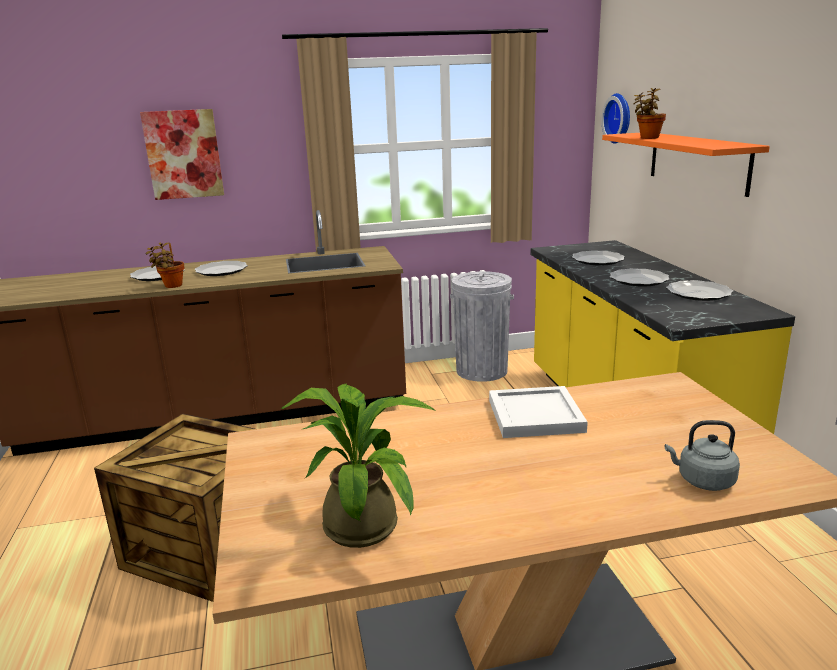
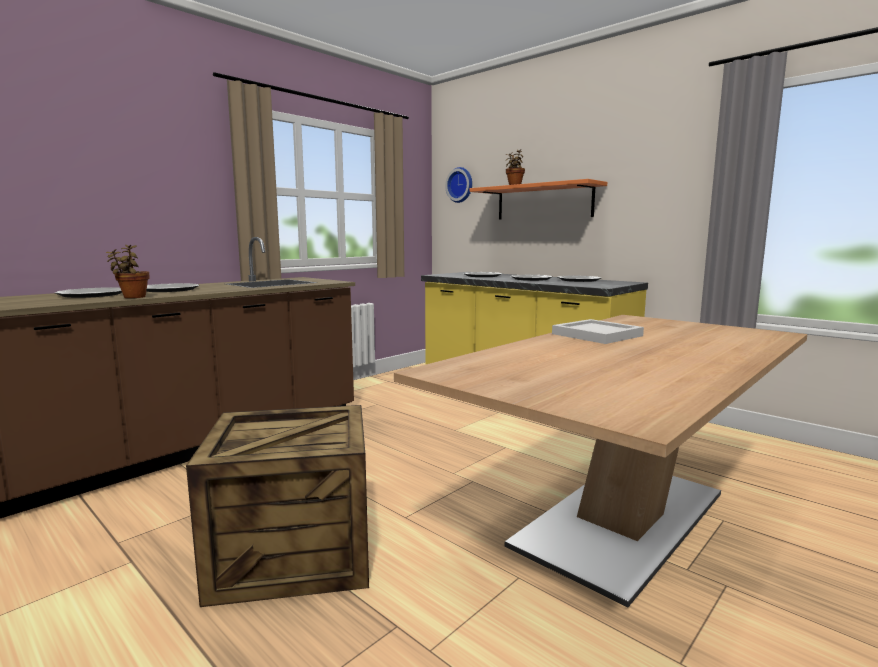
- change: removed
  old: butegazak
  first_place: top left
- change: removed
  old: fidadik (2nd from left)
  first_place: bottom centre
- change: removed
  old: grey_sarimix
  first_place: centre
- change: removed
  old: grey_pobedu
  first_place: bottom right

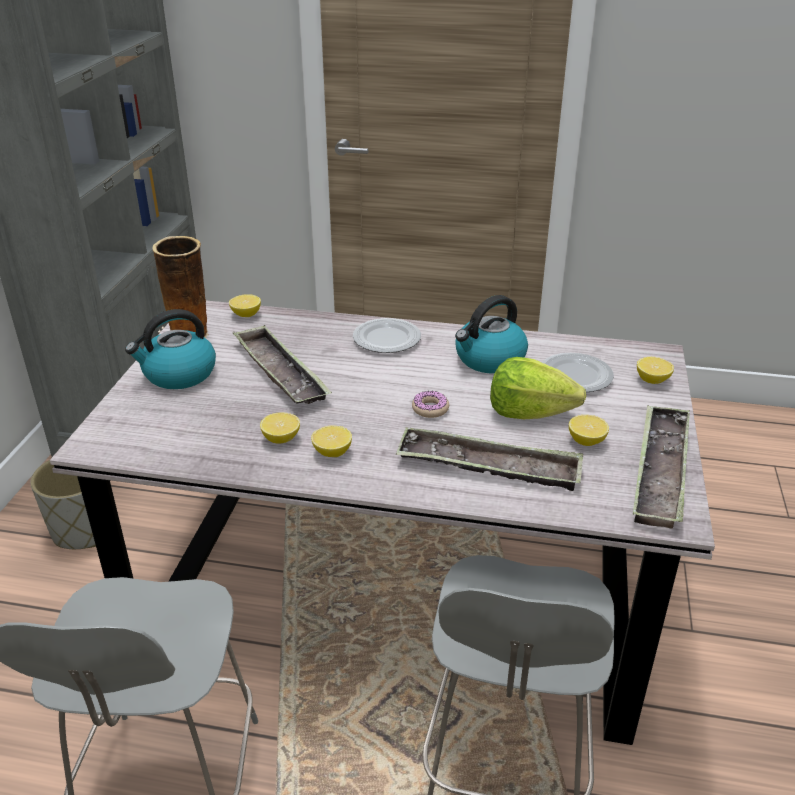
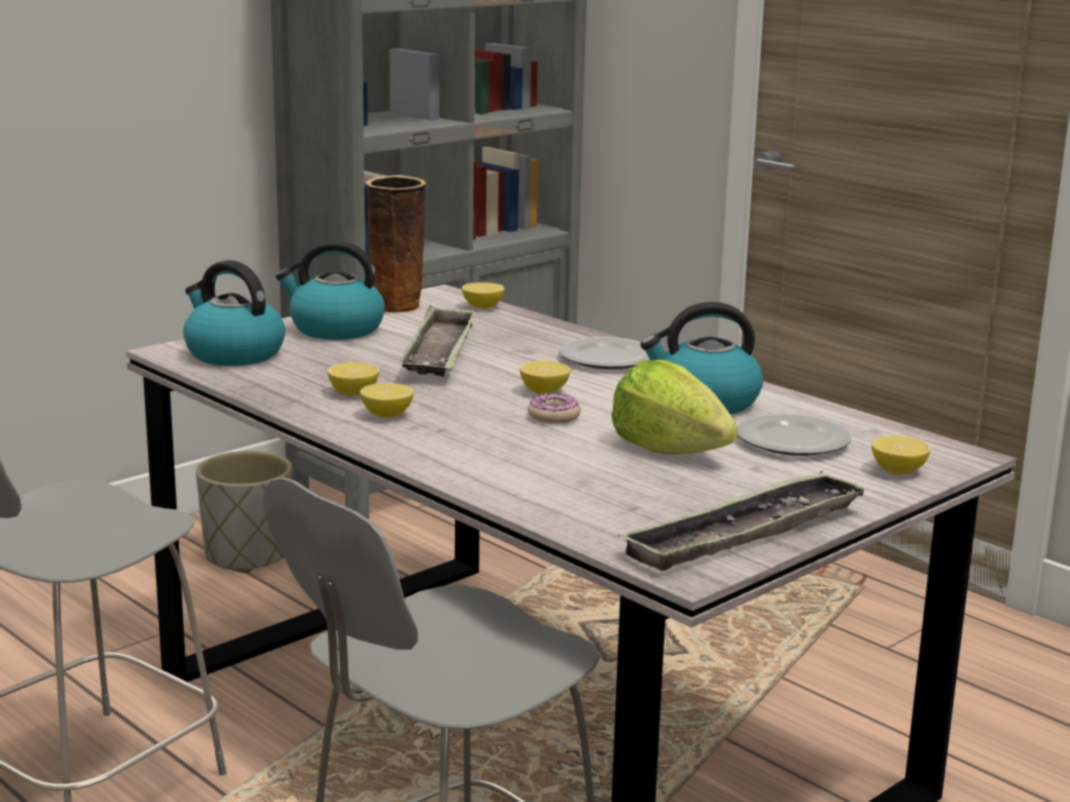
- change: removed
  old: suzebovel (2nd from left)
  first_place: centre
- change: added
  new: pobedu (1st from left)
  second_place: middle left
- change: moved
  old: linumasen (4th from left)
  first_place: middle right
  second_place: centre

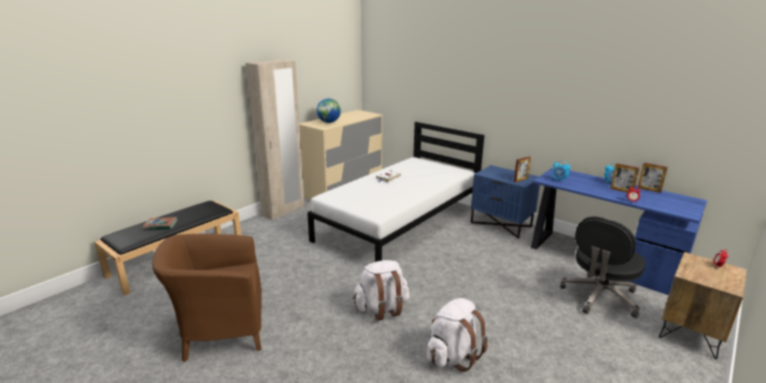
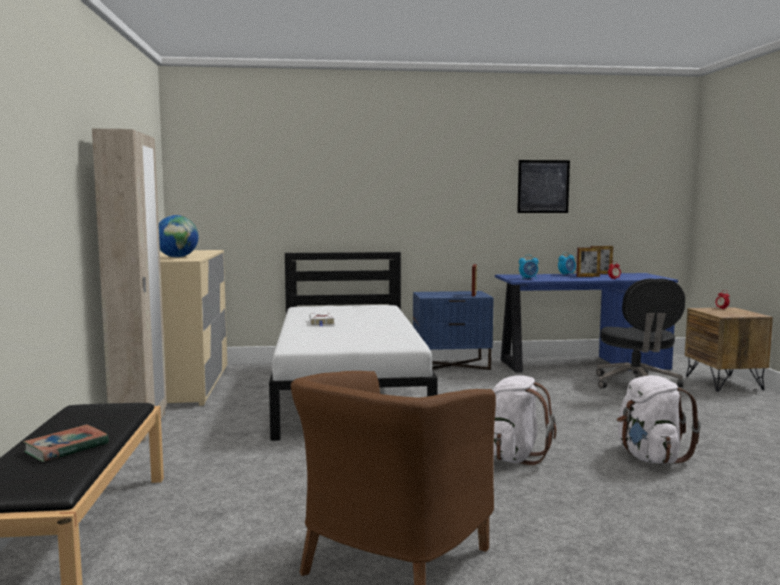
- change: added
  new: butegazak
  second_place: top right

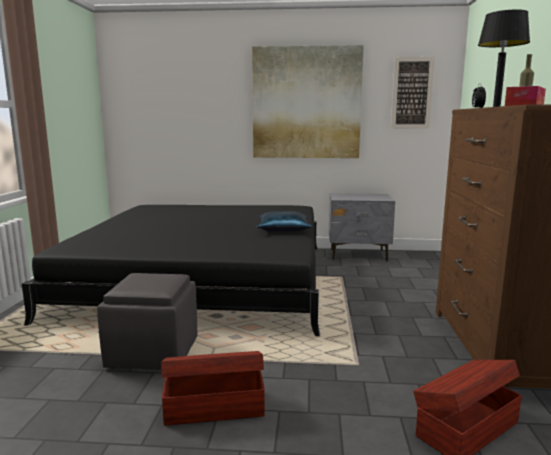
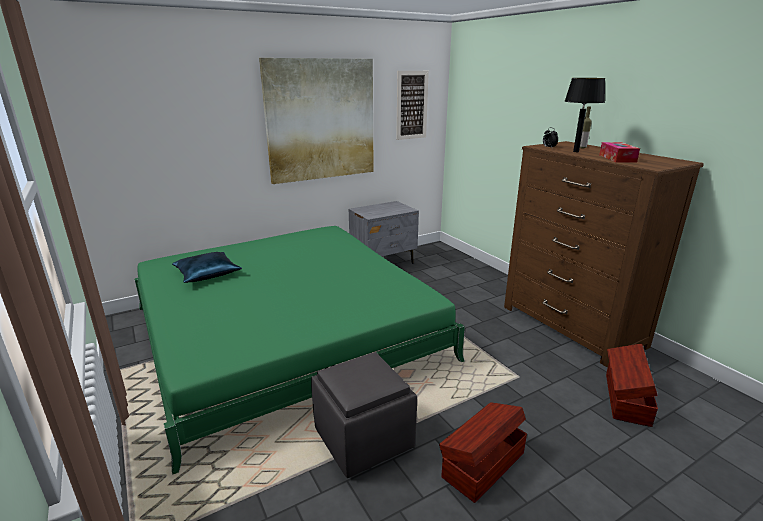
- change: moved
  old: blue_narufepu
  first_place: centre
  second_place: middle left
- change: recoloured
  old: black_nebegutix
  new: green_nebegutix
  first_place: middle left
  second_place: bottom centre

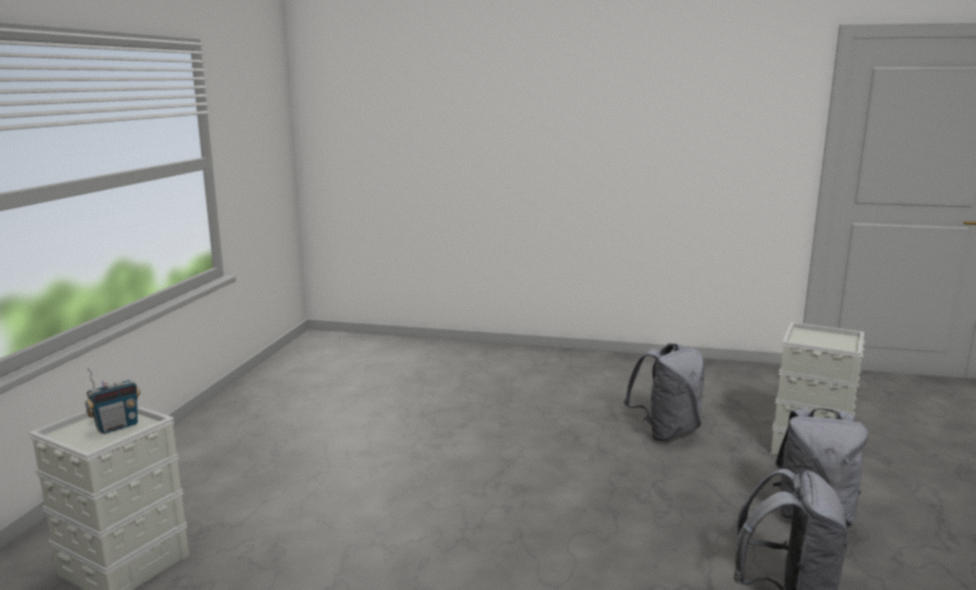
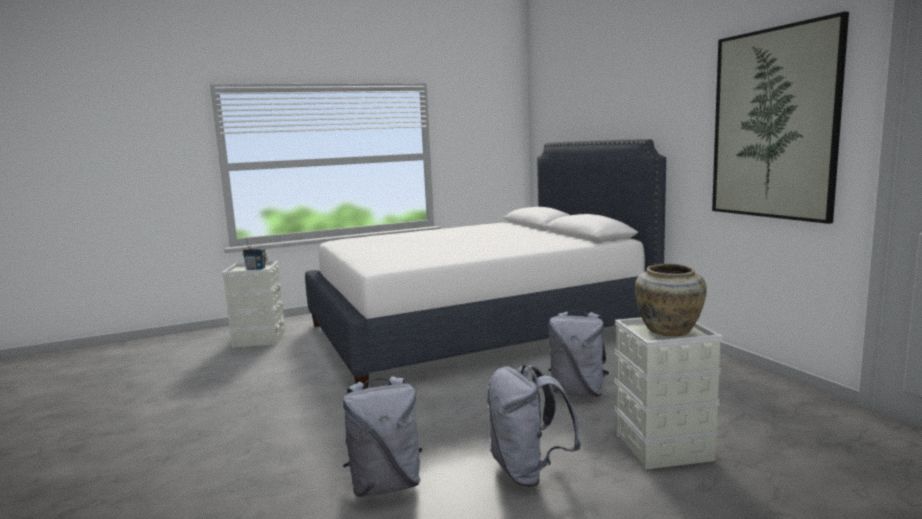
- change: added
  new: white_nebegutix
  second_place: centre
- change: added
  new: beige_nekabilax
  second_place: middle right
- change: added
  new: butegazak
  second_place: top right

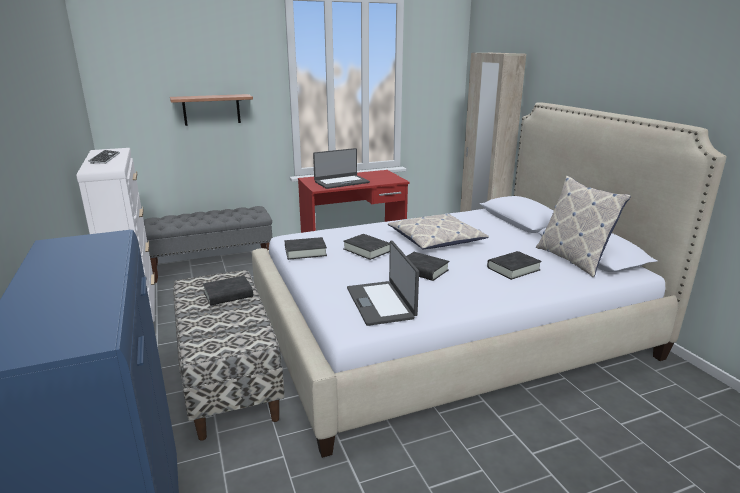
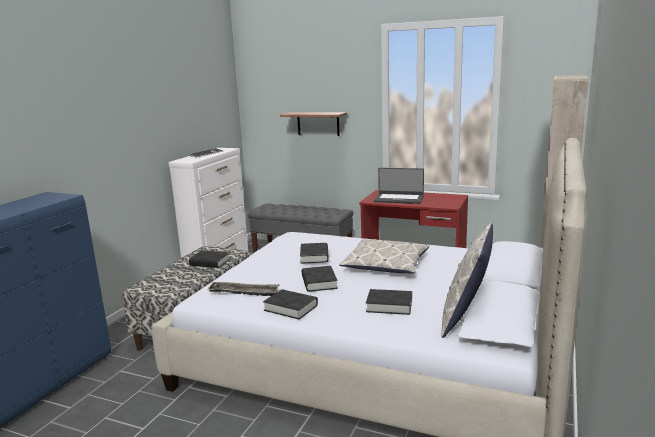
- change: moved
  old: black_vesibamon (2nd from left)
  first_place: centre
  second_place: bottom centre
- change: replaced
  old: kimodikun (2nd from left)
  new: suzebovel
  first_place: centre
  second_place: centre

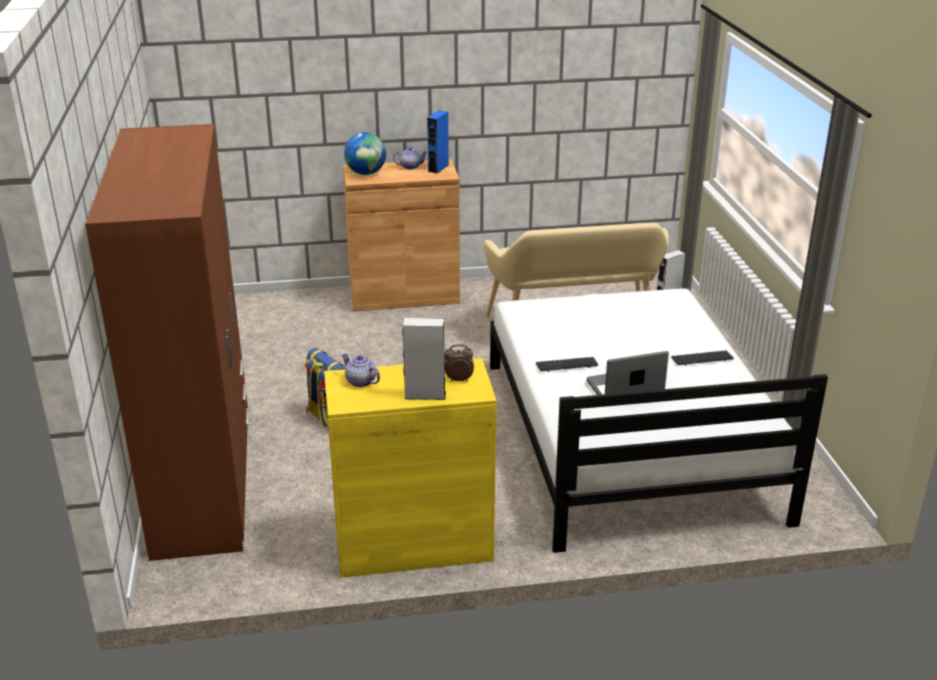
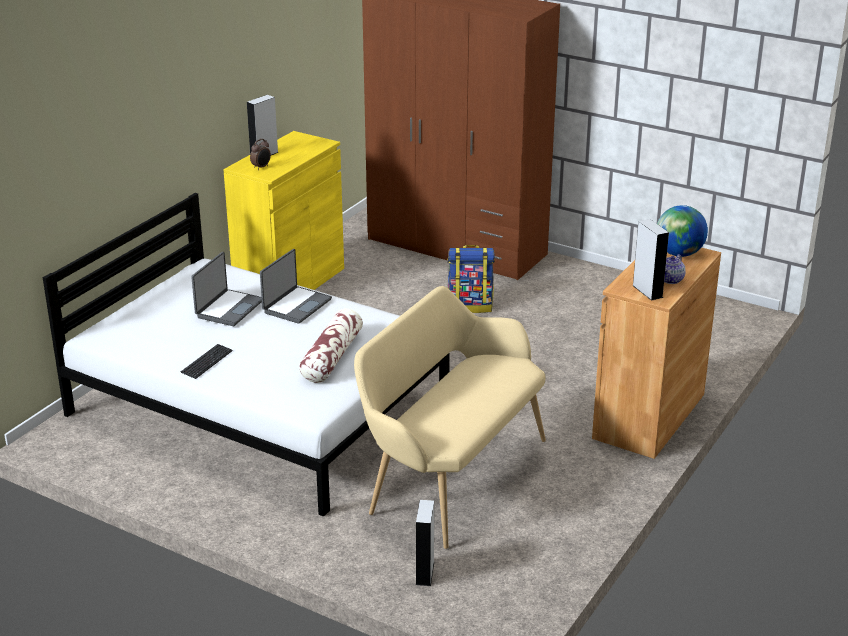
- change: removed
  old: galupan (1st from left)
  first_place: centre
- change: added
  new: narufepu
  second_place: centre
- change: replaced
  old: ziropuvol (1st from left)
  new: kimodikun (2nd from left)
  first_place: centre
  second_place: centre
- change: recoloured
  old: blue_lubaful
  new: grey_lubaful (3rd from left)
  first_place: top centre
  second_place: middle right

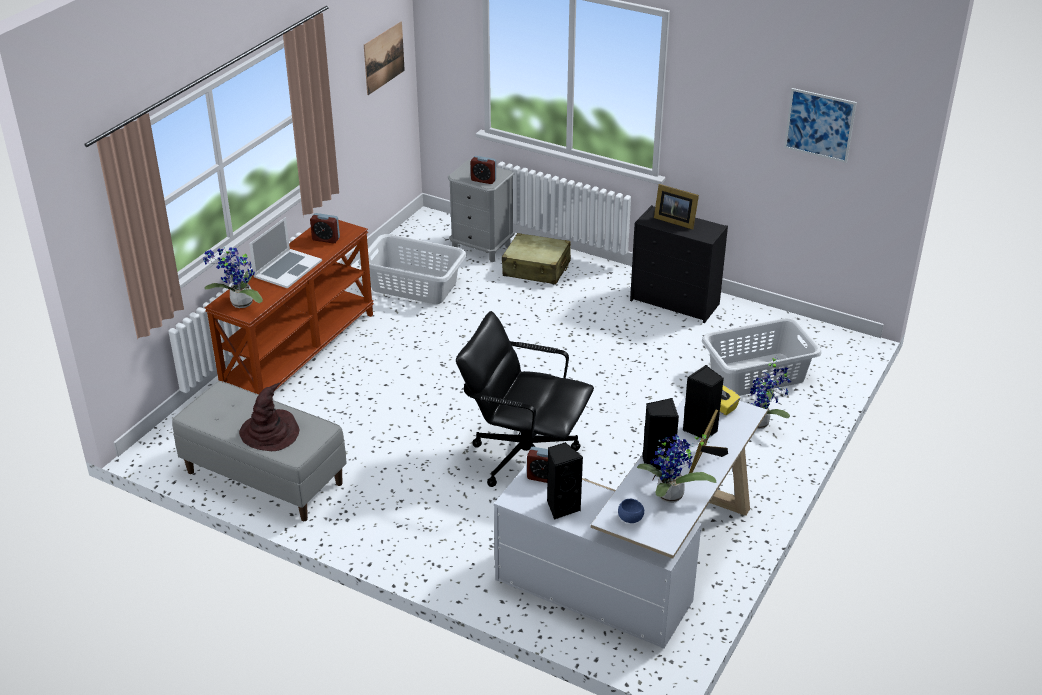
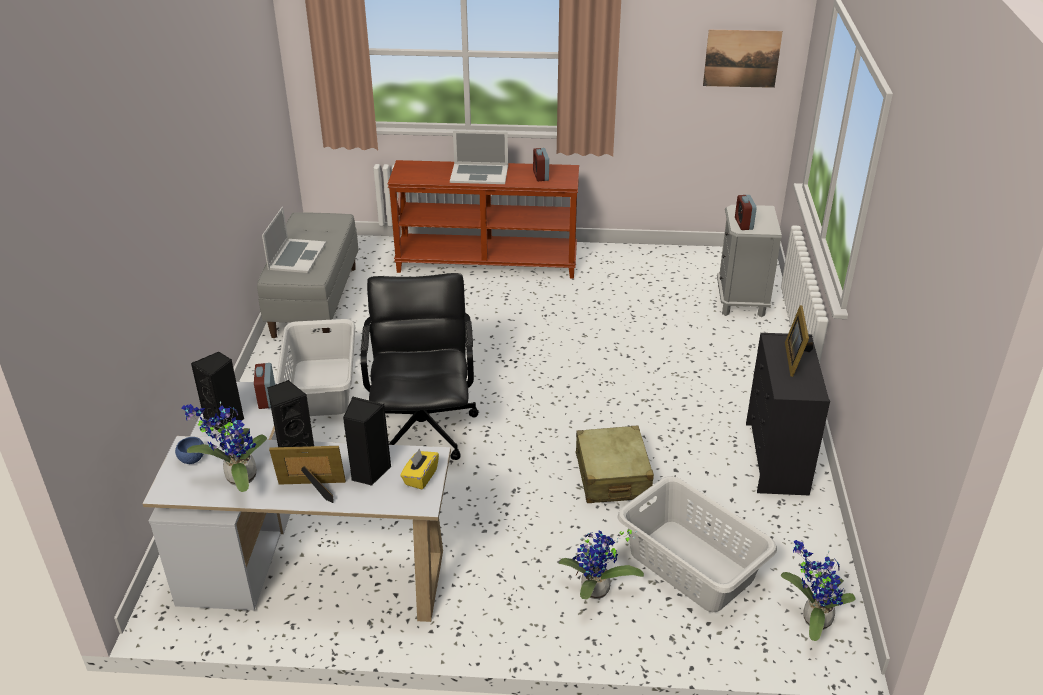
- change: removed
  old: butegazak (2nd from left)
  first_place: top right
- change: moved
  old: fidadik (1st from left in the first image)
  new: fidadik (3rd from left)
  first_place: middle left
  second_place: bottom right
- change: moved
  old: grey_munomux (1st from left)
  first_place: centre
  second_place: middle left
- change: moved
  old: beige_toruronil
  first_place: centre
  second_place: bottom centre
- change: replaced
  old: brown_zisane
  new: kimodikun (1st from left)
  first_place: middle left
  second_place: middle left

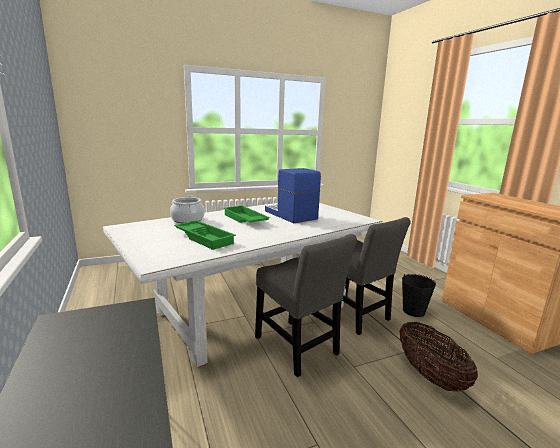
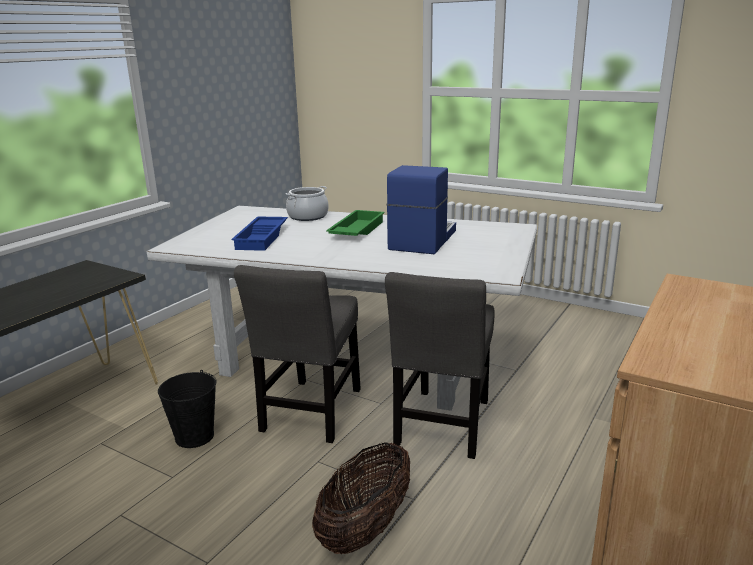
- change: moved
  old: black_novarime
  first_place: middle right
  second_place: bottom left
- change: recoloured
  old: green_suzebovel (1st from left)
  new: blue_suzebovel
  first_place: centre
  second_place: centre

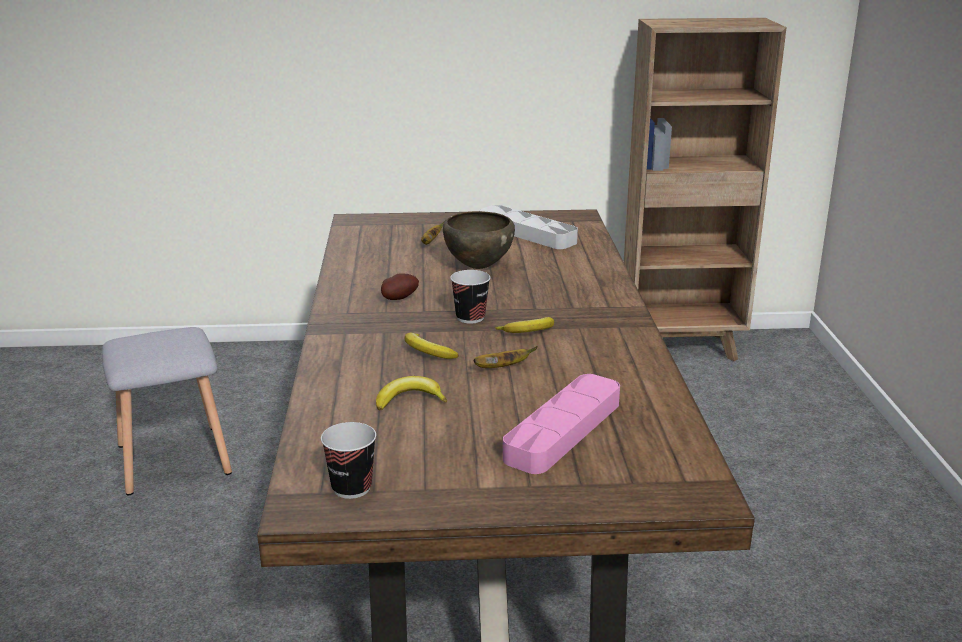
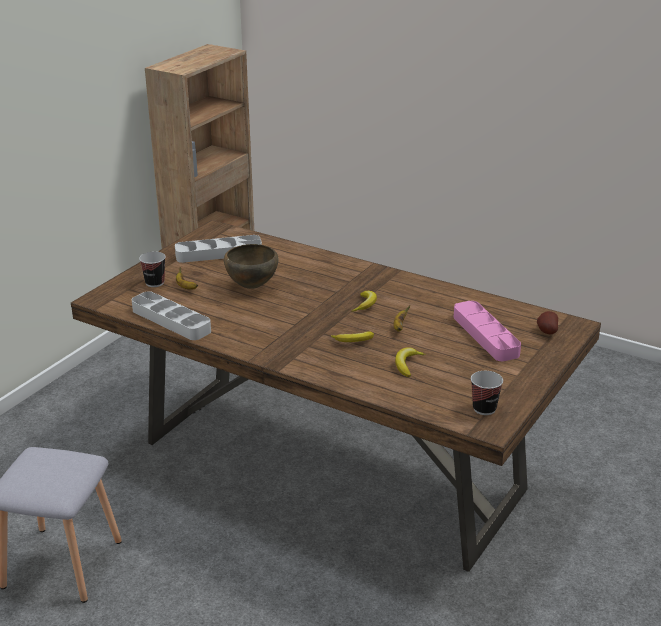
- change: added
  new: grey_suzebovel (1st from left)
  second_place: middle left
- change: moved
  old: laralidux
  first_place: centre
  second_place: middle right
- change: moved
  old: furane (2nd from left in the first image)
  new: furane (1st from left)
  first_place: centre
  second_place: middle left

